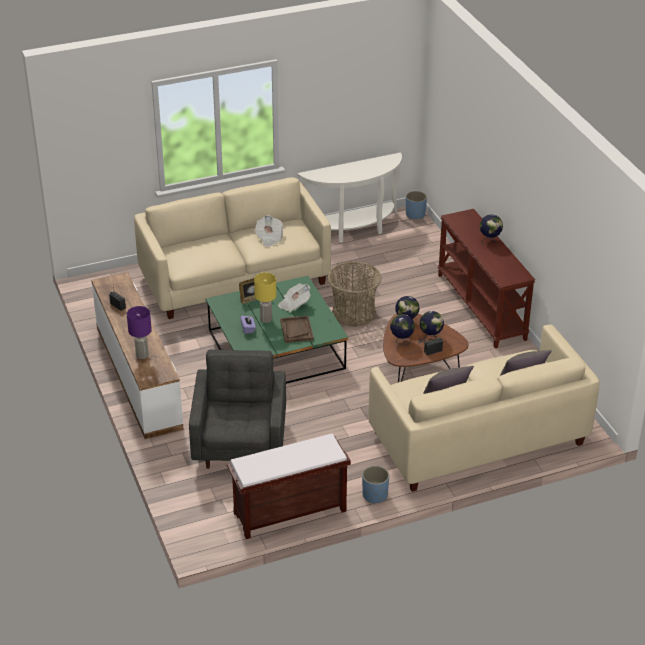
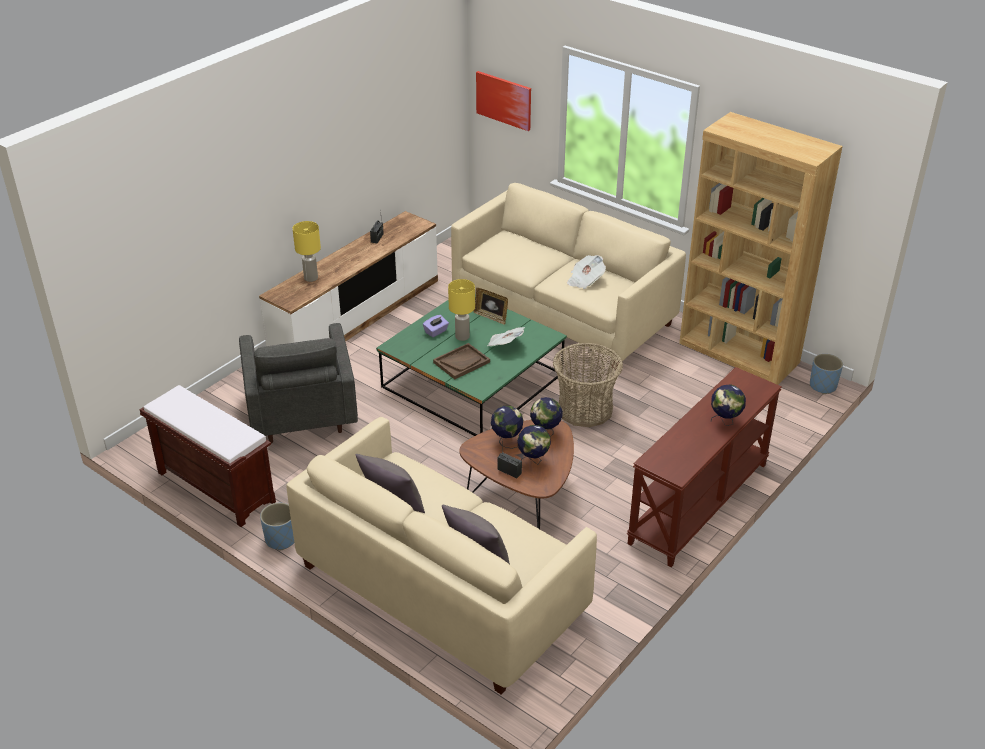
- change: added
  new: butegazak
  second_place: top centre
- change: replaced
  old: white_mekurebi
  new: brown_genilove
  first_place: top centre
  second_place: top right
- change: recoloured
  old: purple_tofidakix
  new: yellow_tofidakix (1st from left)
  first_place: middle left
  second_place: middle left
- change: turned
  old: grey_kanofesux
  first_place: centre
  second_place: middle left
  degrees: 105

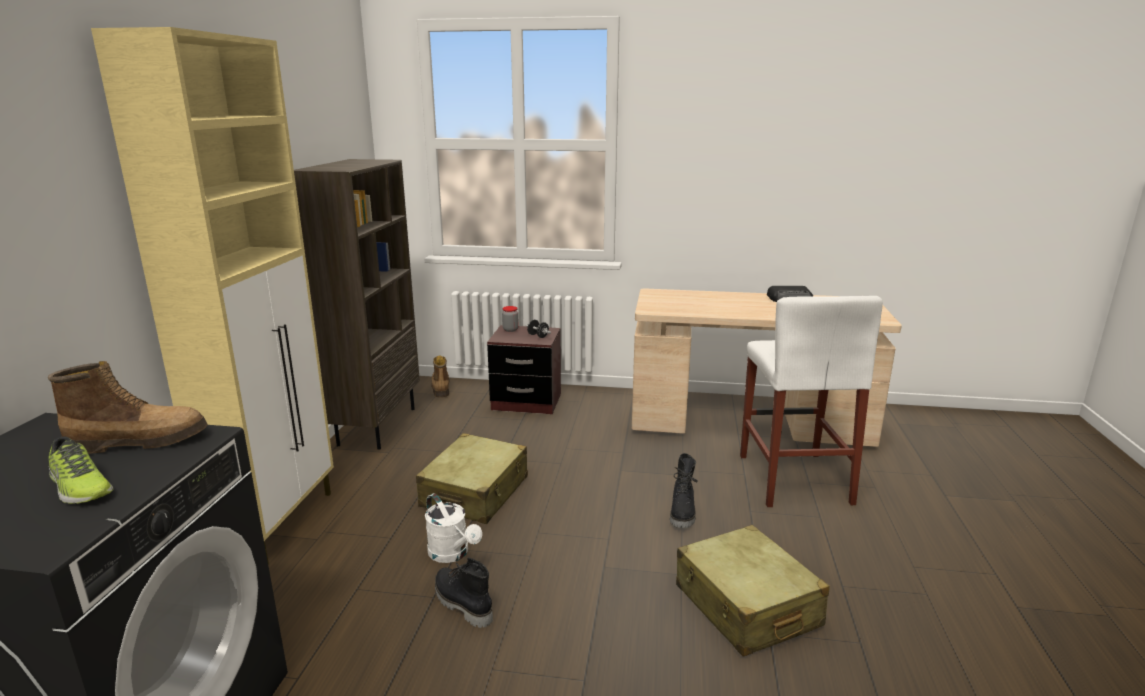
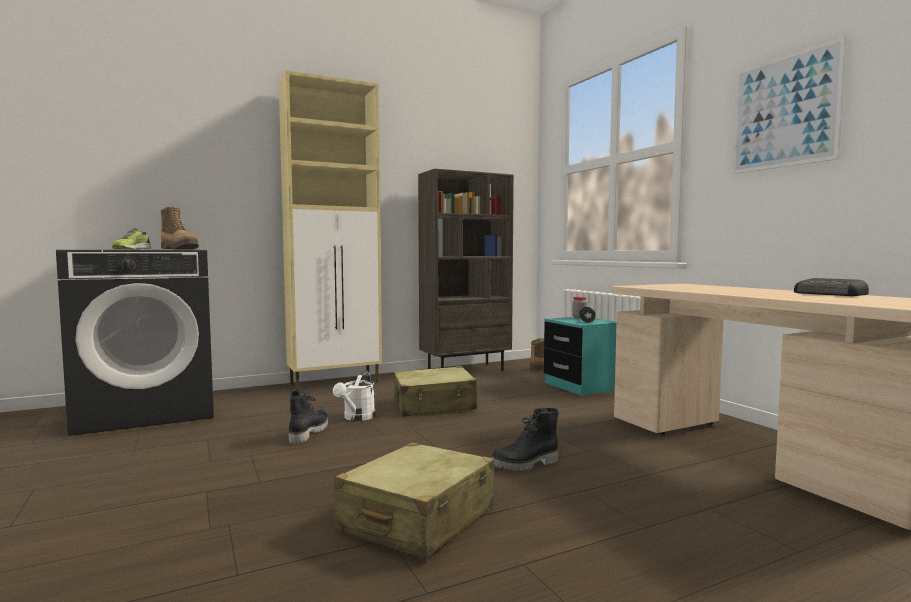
- change: removed
  old: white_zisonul
  first_place: middle right
- change: added
  new: butegazak
  second_place: top right
- change: recoloured
  old: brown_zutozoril
  new: turquoise_zutozoril
  first_place: centre
  second_place: centre

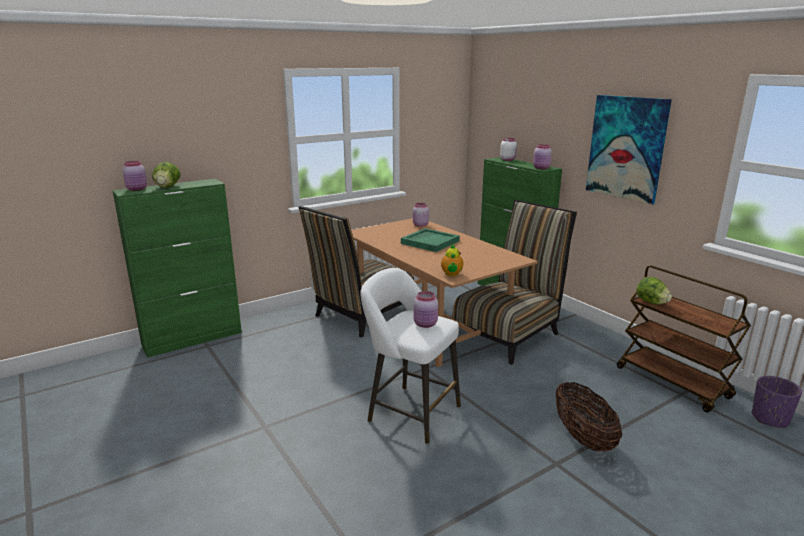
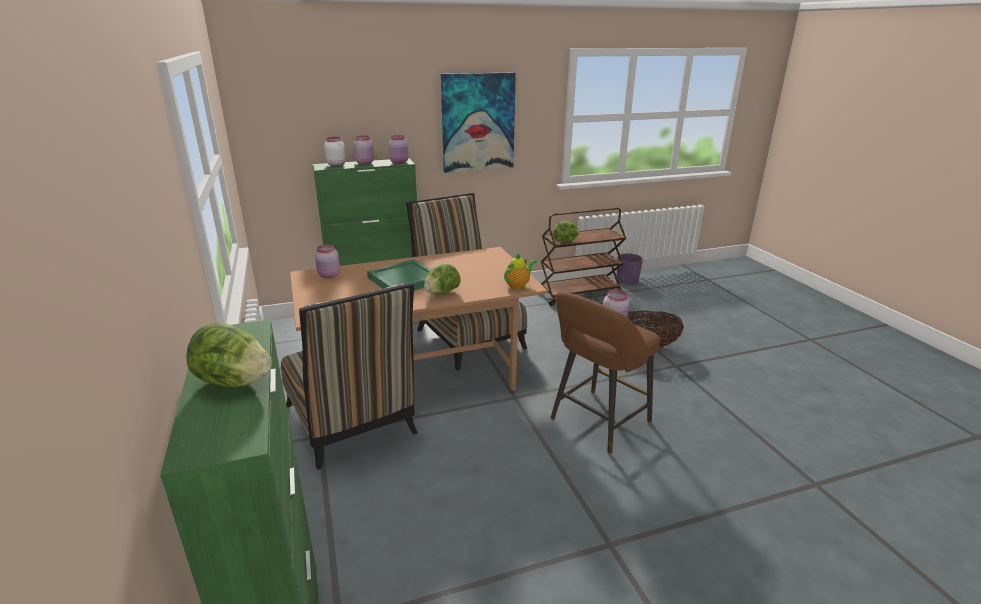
- change: added
  new: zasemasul (2nd from left)
  second_place: centre
- change: moved
  old: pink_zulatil (1st from left in the first image)
  new: pink_zulatil (2nd from left)
  first_place: top left
  second_place: top centre
- change: recoloured
  old: white_zisonul
  new: brown_zisonul
  first_place: centre
  second_place: centre
- change: turned
  old: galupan
  first_place: centre
  second_place: centre
  degrees: -60

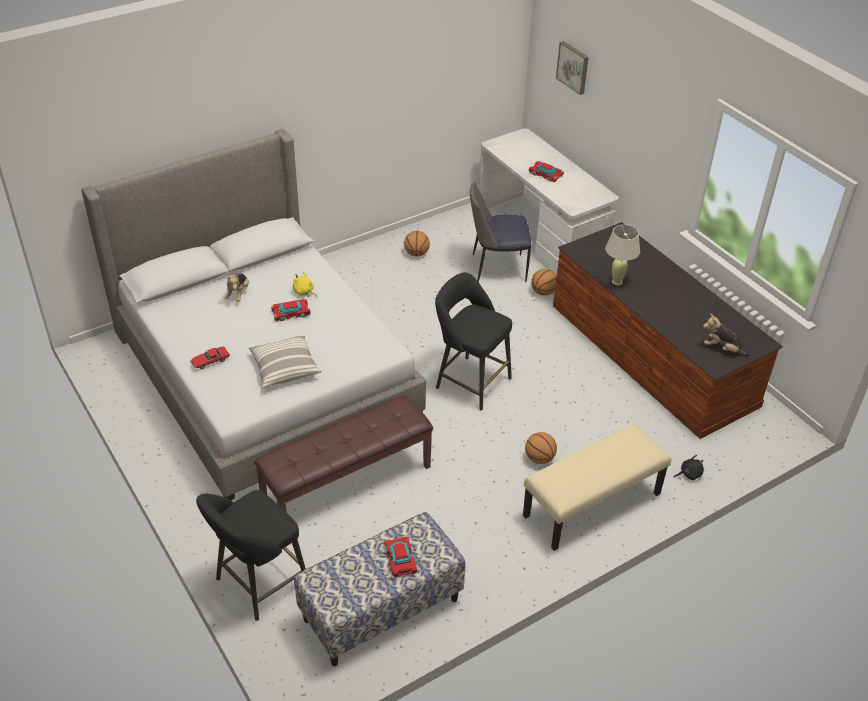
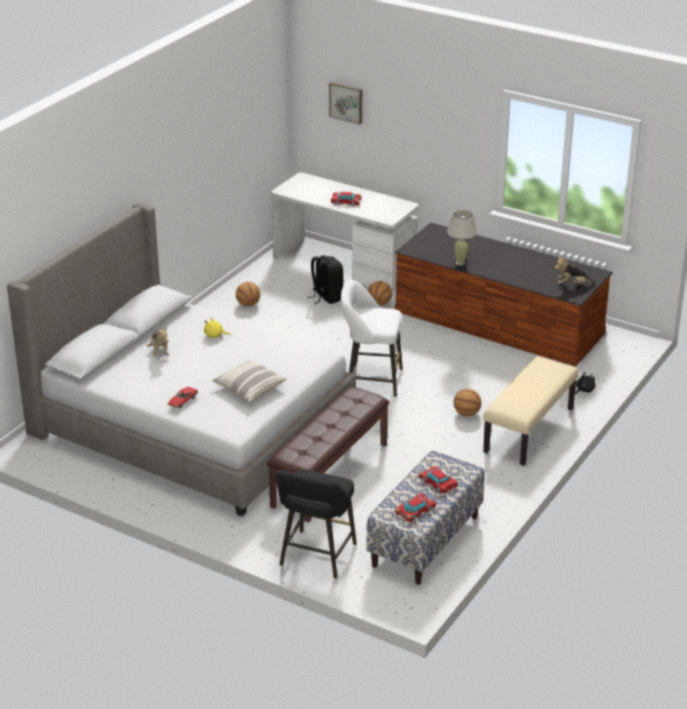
- change: moved
  old: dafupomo (2nd from left in the first image)
  new: dafupomo (3rd from left)
  first_place: centre
  second_place: bottom centre
- change: replaced
  old: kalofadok
  new: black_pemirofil
  first_place: top centre
  second_place: centre
- change: recoloured
  old: black_zisonul (2nd from left)
  new: white_zisonul
  first_place: centre
  second_place: centre

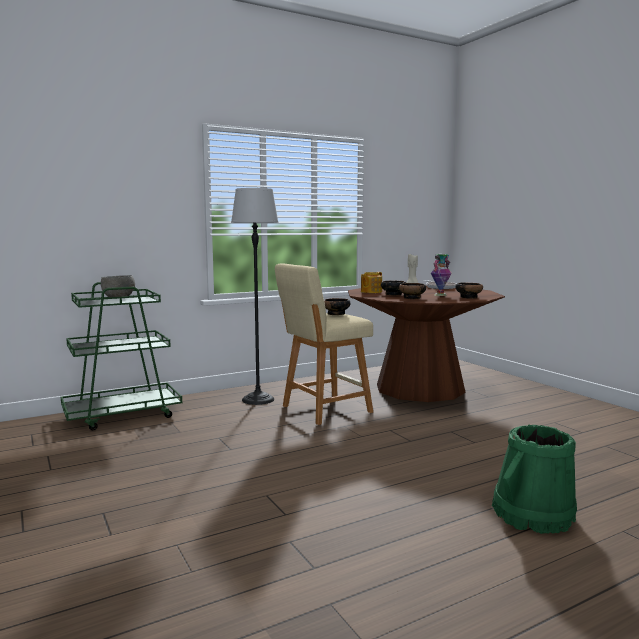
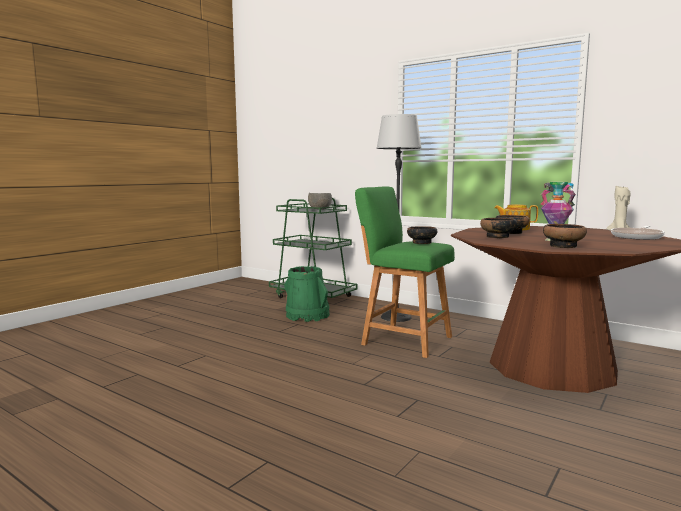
- change: moved
  old: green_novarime
  first_place: bottom right
  second_place: centre
- change: recoloured
  old: beige_zisonul
  new: green_zisonul
  first_place: centre
  second_place: centre

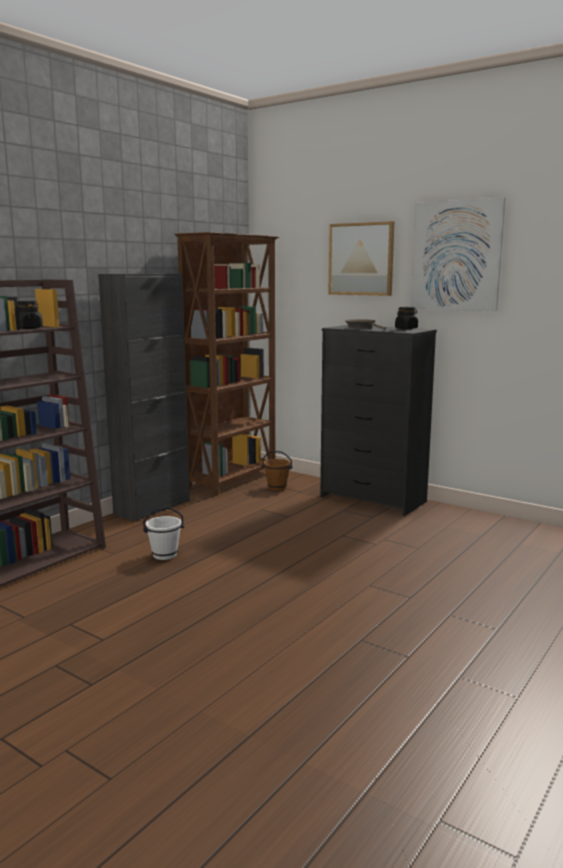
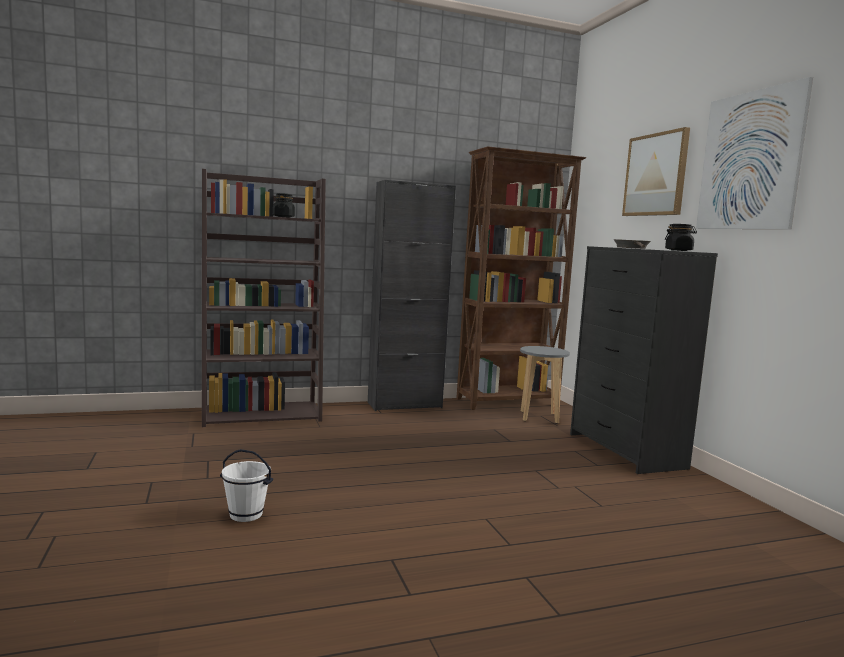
- change: moved
  old: white_novarime
  first_place: middle left
  second_place: bottom left
- change: replaced
  old: brown_novarime
  new: grey_zisonul
  first_place: centre
  second_place: centre

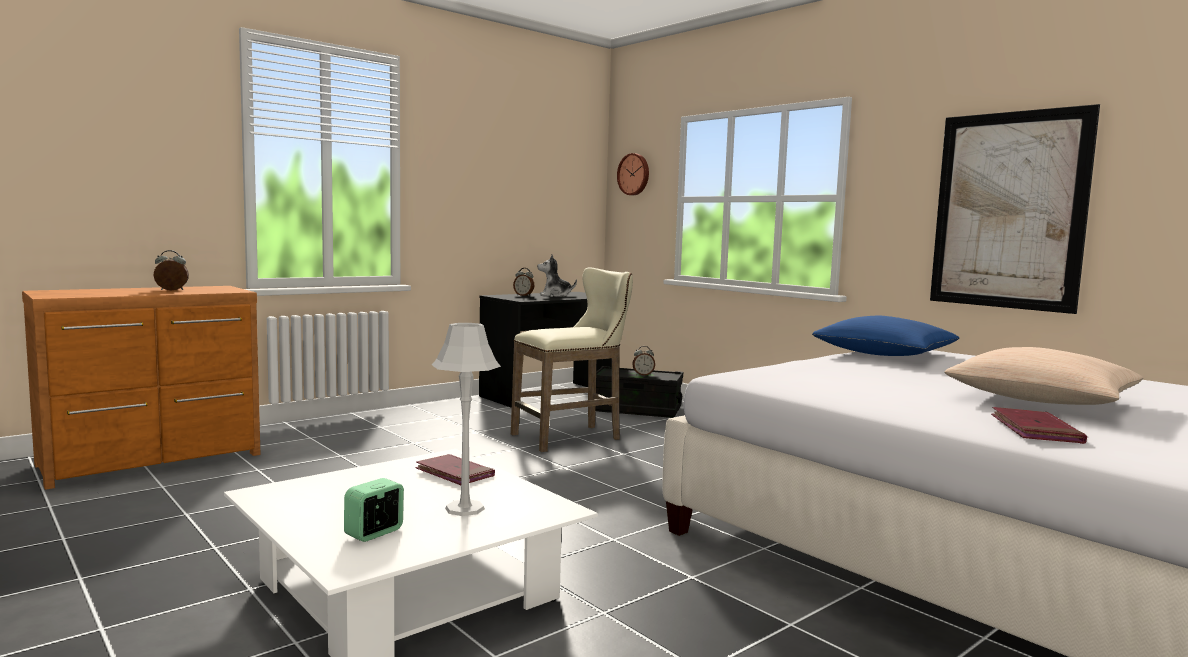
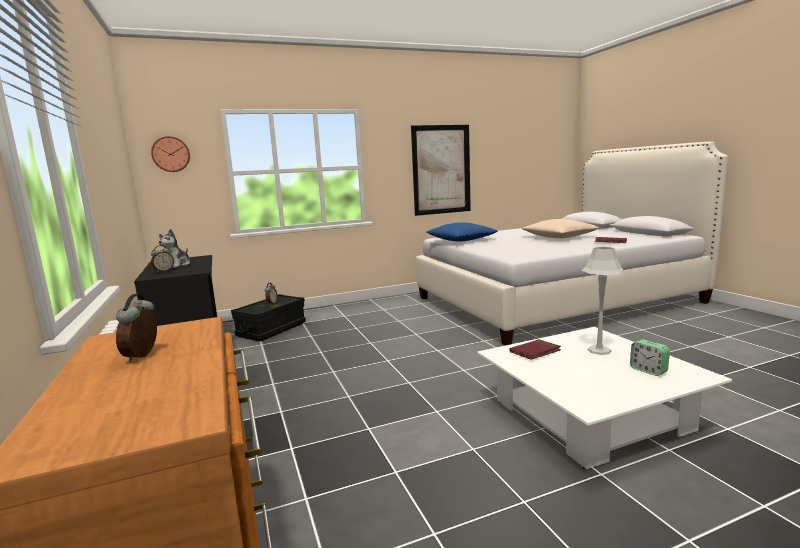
- change: removed
  old: beige_zisonul
  first_place: centre

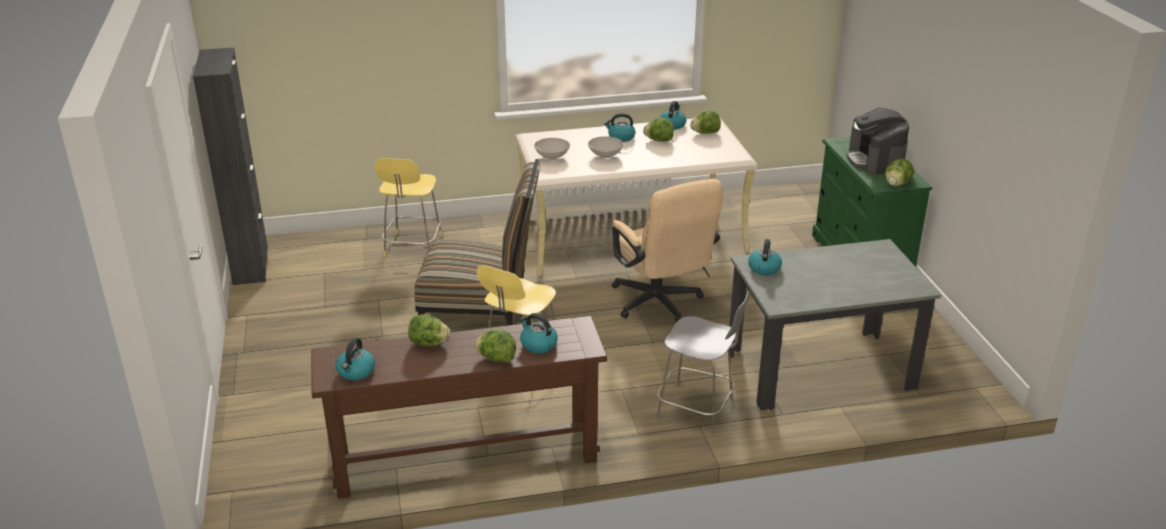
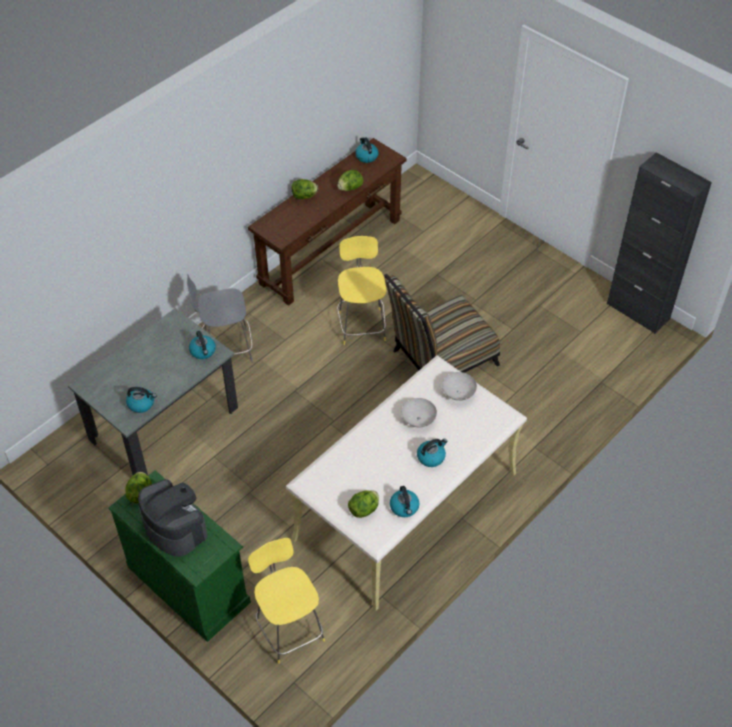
- change: removed
  old: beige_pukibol
  first_place: centre
- change: removed
  old: zasemasul (3rd from left)
  first_place: top centre
- change: moved
  old: yellow_zisonul (1st from left)
  first_place: centre
  second_place: bottom centre
- change: moved
  old: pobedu (2nd from left in the first image)
  new: pobedu (1st from left)
  first_place: centre
  second_place: middle left

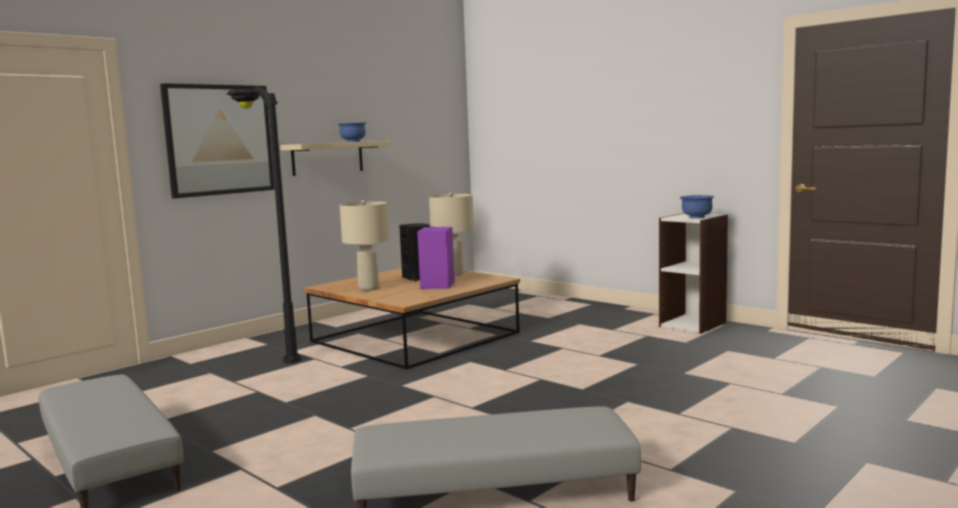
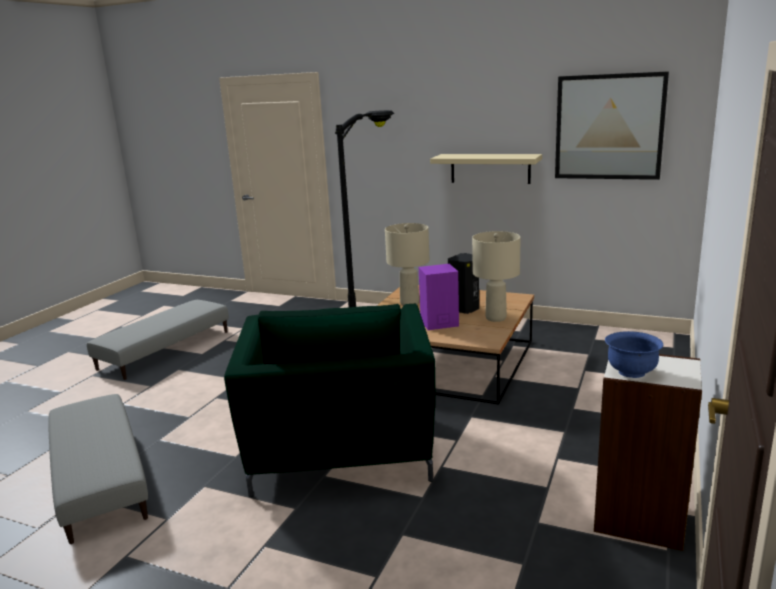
- change: removed
  old: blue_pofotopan (1st from left)
  first_place: top centre
- change: added
  new: green_kanofesux
  second_place: bottom centre
- change: moved
  old: butegazak
  first_place: top left
  second_place: top right

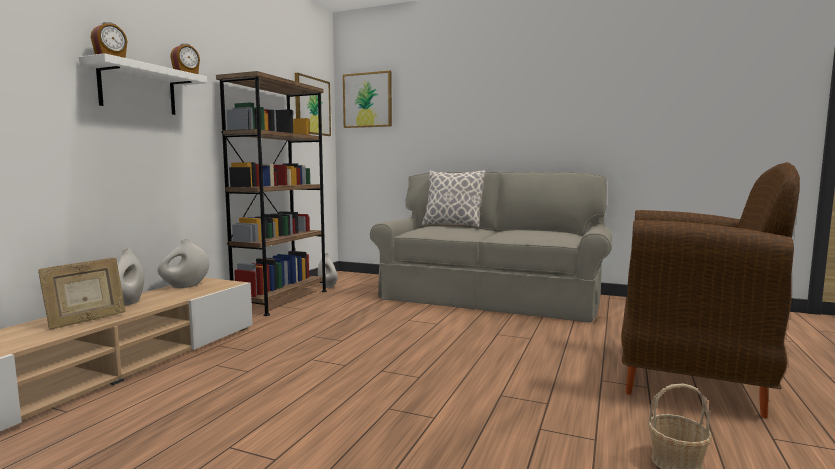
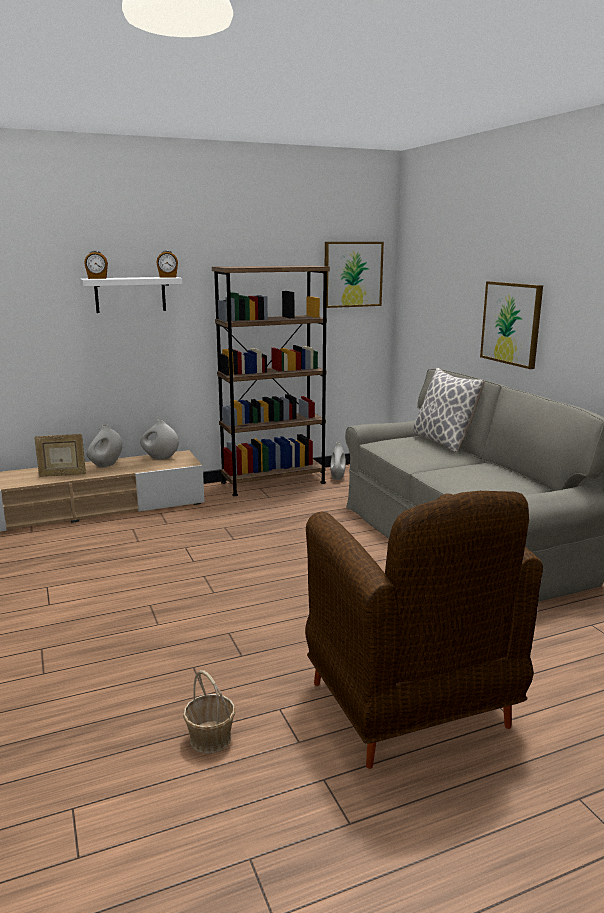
- change: moved
  old: butegazak (2nd from left)
  first_place: top centre
  second_place: middle right

